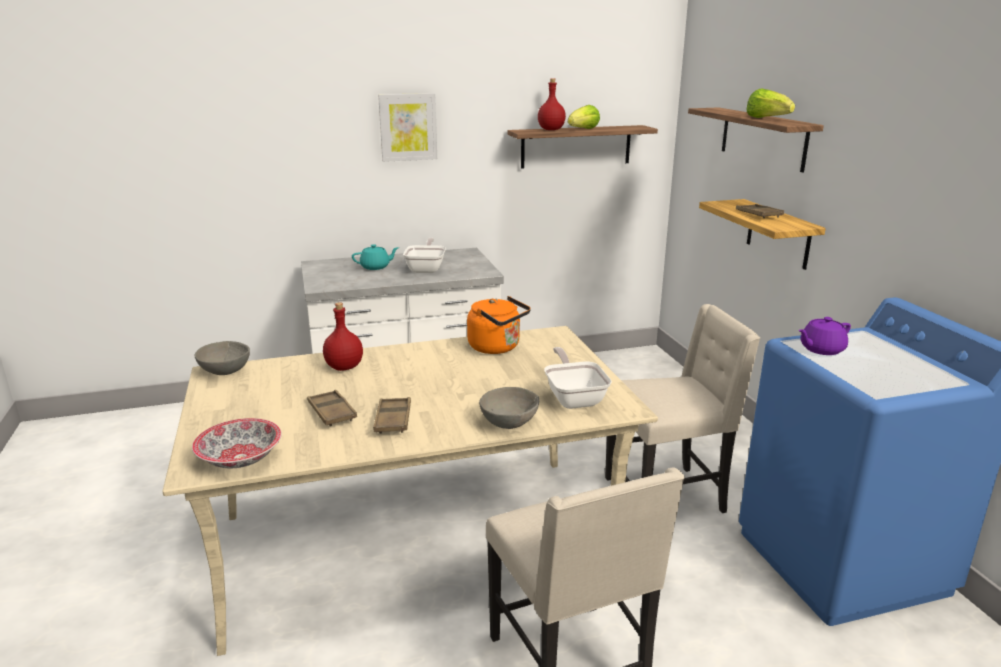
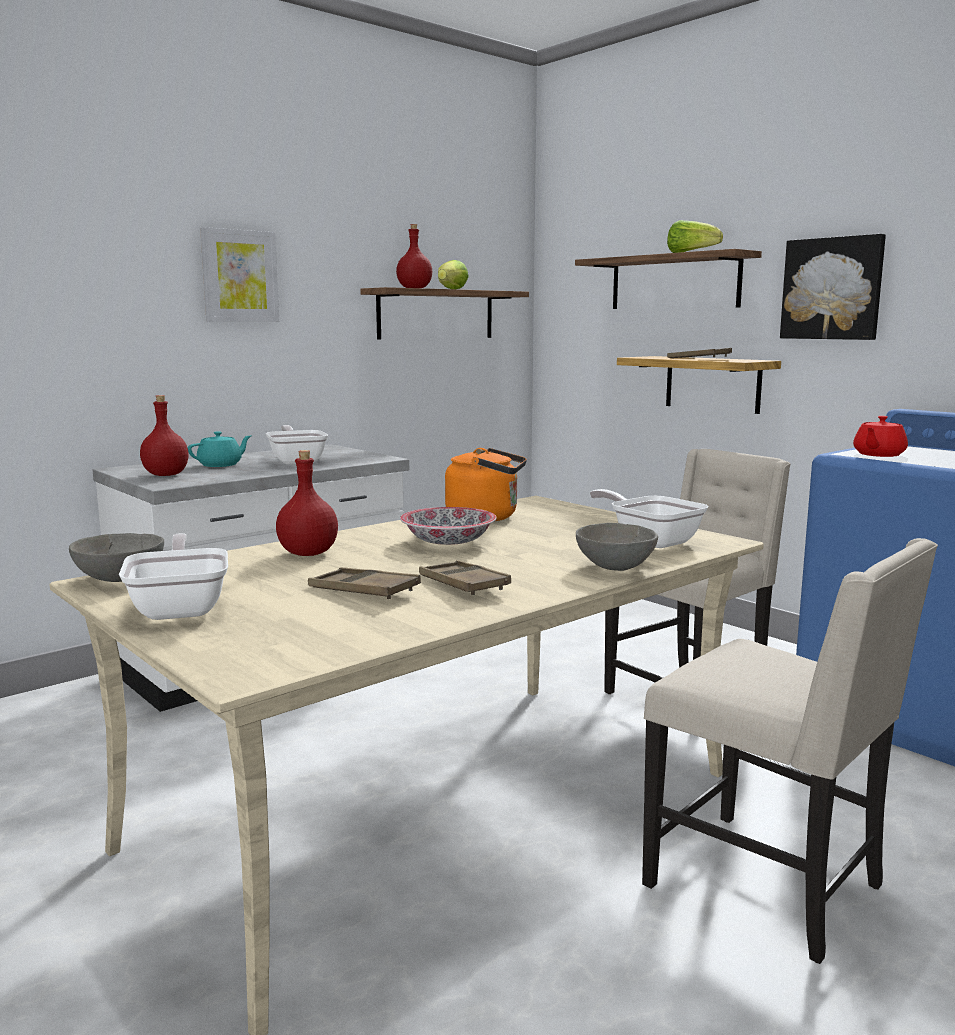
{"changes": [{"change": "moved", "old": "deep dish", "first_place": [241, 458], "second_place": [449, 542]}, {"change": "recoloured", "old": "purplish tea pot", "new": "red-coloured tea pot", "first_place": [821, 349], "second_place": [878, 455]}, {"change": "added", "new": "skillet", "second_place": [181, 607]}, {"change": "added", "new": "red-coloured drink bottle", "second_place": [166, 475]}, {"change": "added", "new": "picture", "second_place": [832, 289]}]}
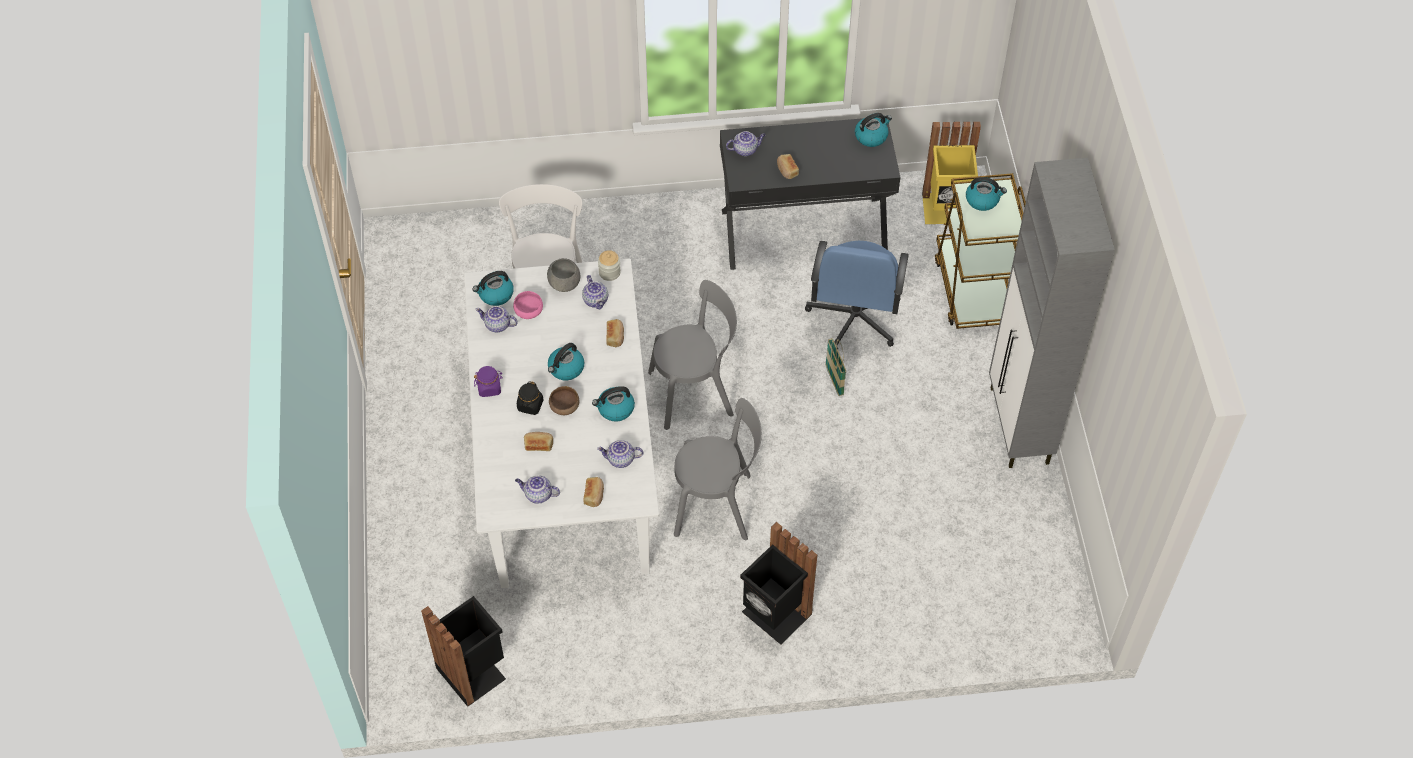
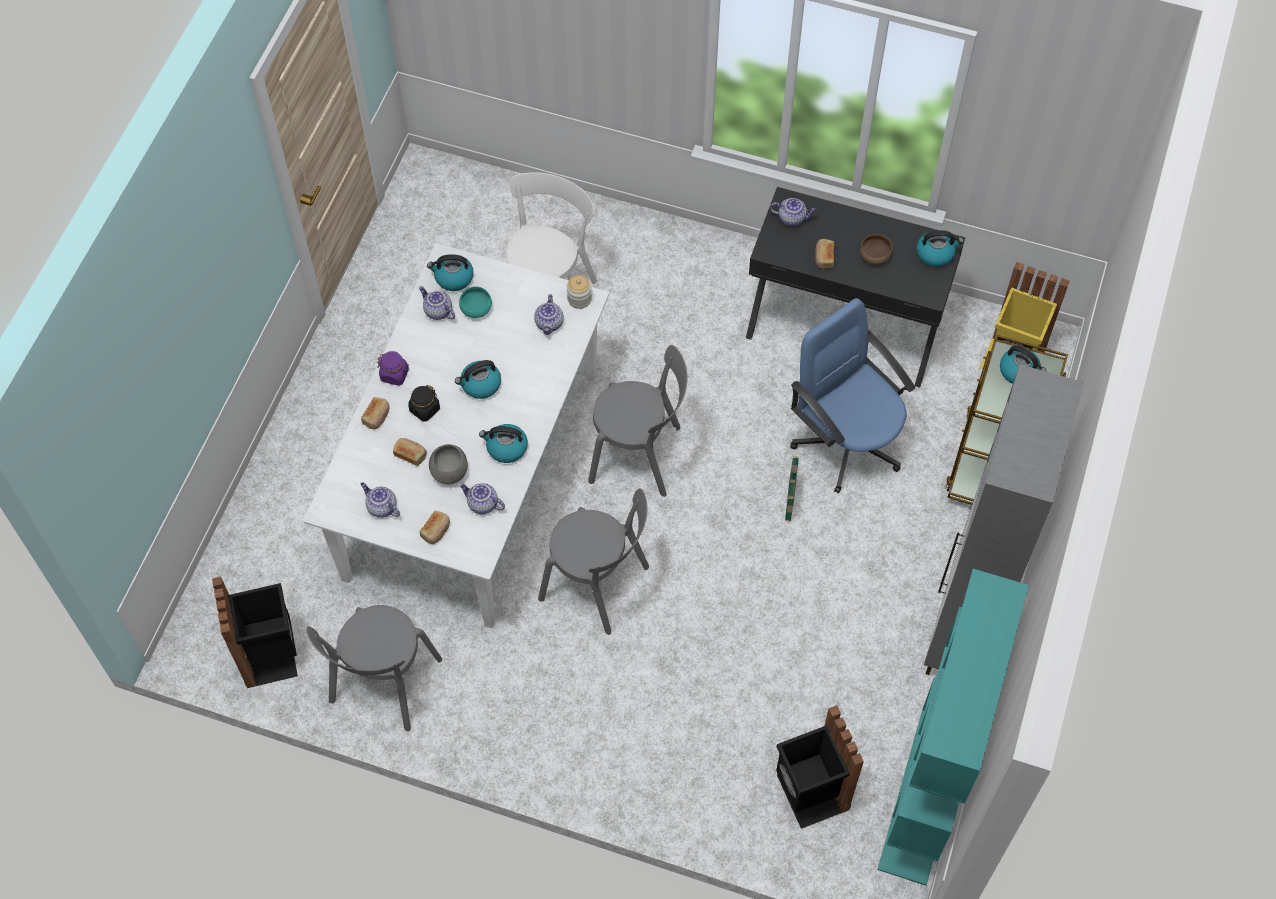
{"changes": [{"change": "recoloured", "old": "pinkish deep dish", "new": "turquoise-coloured deep dish", "first_place": [529, 312], "second_place": [477, 309]}, {"change": "moved", "old": "greyish deep dish", "first_place": [565, 283], "second_place": [450, 472]}, {"change": "moved", "old": "brown deep dish", "first_place": [565, 407], "second_place": [874, 257]}, {"change": "moved", "old": "baked bread", "first_place": [615, 336], "second_place": [377, 417]}, {"change": "moved", "old": "black rubbish bin", "first_place": [774, 615], "second_place": [809, 793]}, {"change": "turned", "old": "blue-coloured office chair", "first_place": [854, 318], "second_place": [847, 442], "degrees": 105}, {"change": "added", "new": "greyish chair", "second_place": [383, 685]}, {"change": "added", "new": "turquoise-coloured shelving unit", "second_place": [925, 796]}]}
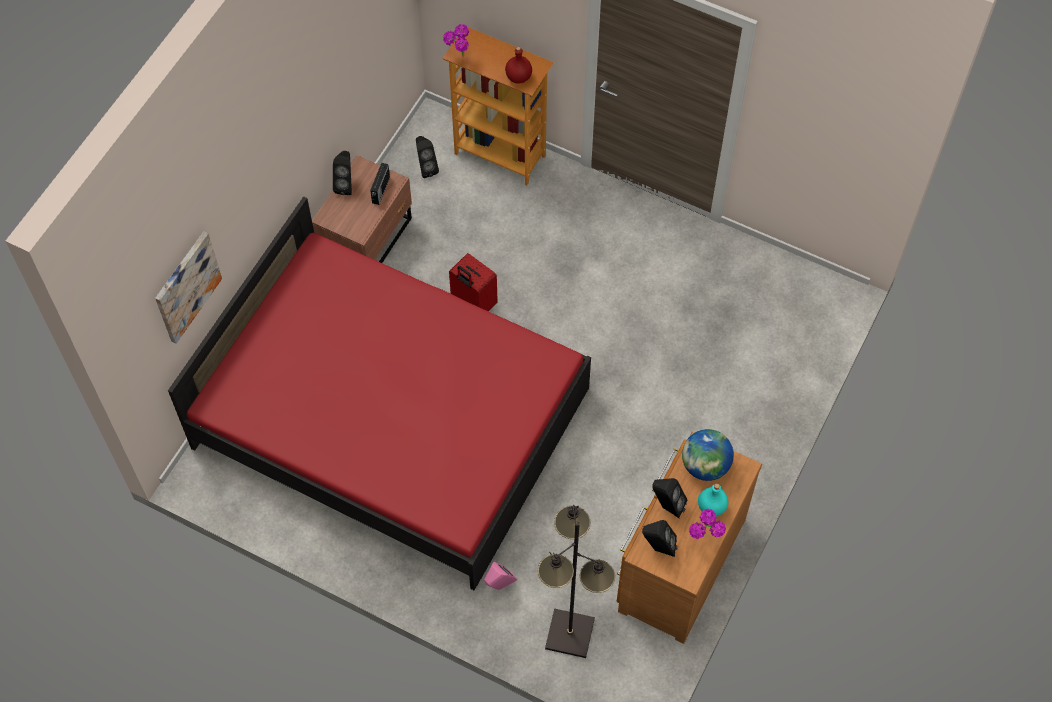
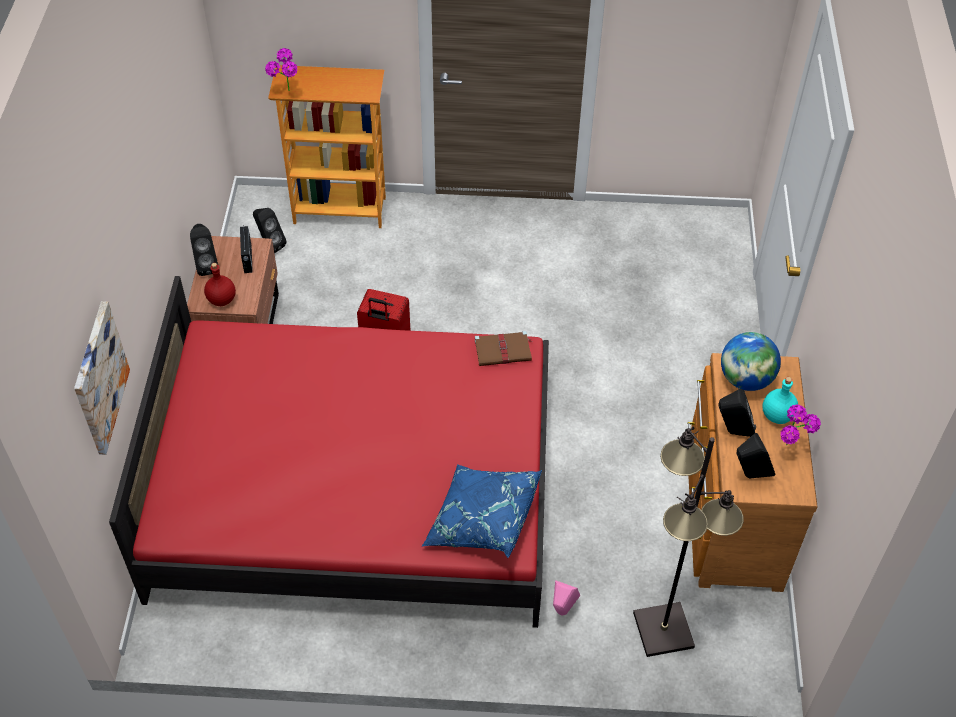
{"changes": [{"change": "moved", "old": "red-coloured drink bottle", "first_place": [518, 77], "second_place": [221, 300]}, {"change": "added", "new": "blue-coloured pillow", "second_place": [481, 521]}, {"change": "added", "new": "brown book", "second_place": [504, 350]}]}
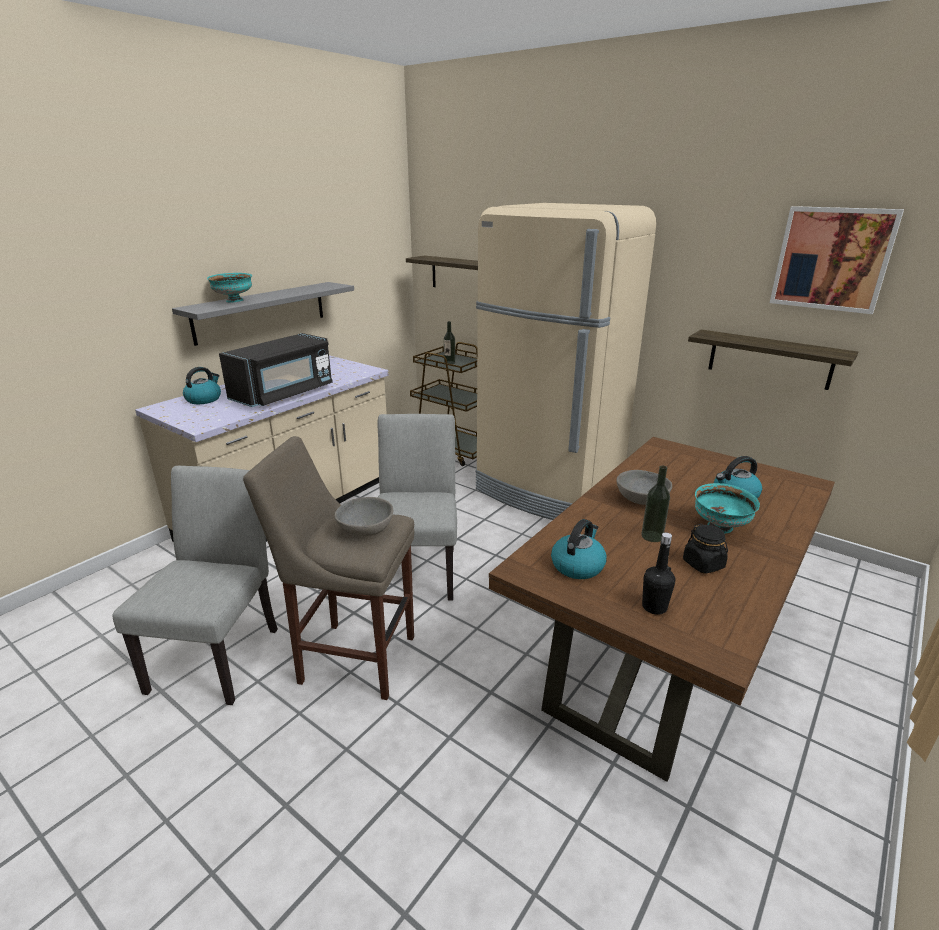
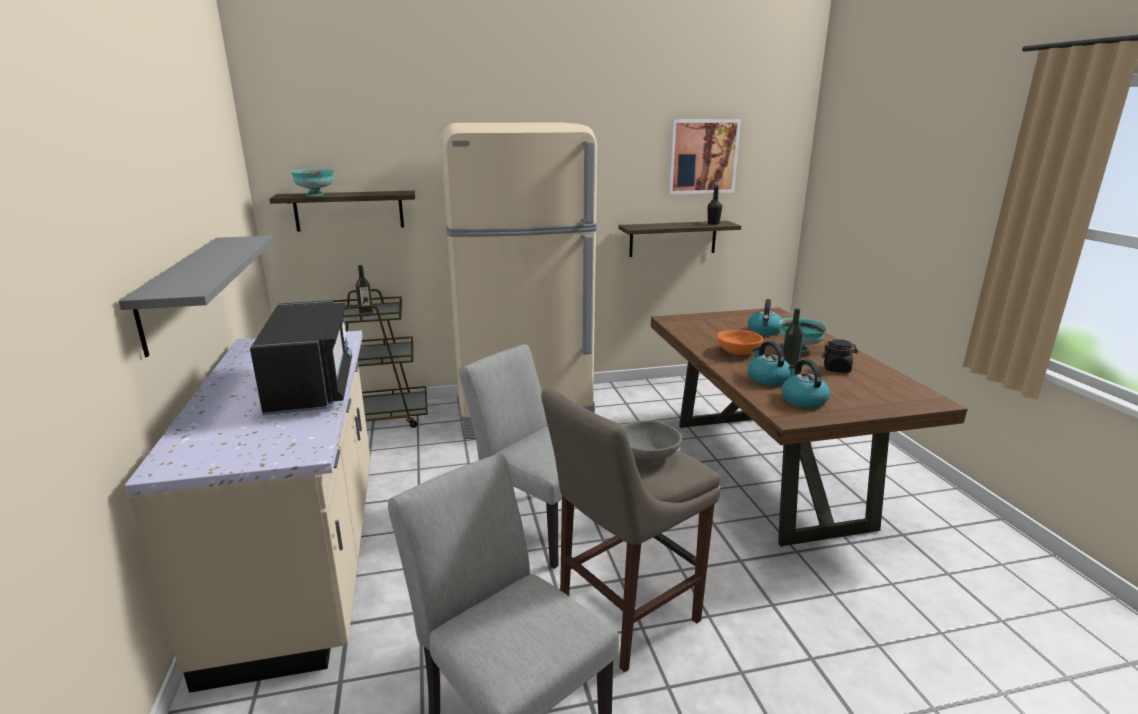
{"changes": [{"change": "moved", "old": "tea kettle", "first_place": [204, 399], "second_place": [767, 379]}, {"change": "moved", "old": "turquoise-coloured deep dish", "first_place": [234, 301], "second_place": [316, 195]}, {"change": "recoloured", "old": "greyish deep dish", "new": "orange deep dish", "first_place": [642, 499], "second_place": [738, 352]}, {"change": "moved", "old": "black drink bottle", "first_place": [654, 607], "second_place": [713, 223]}]}
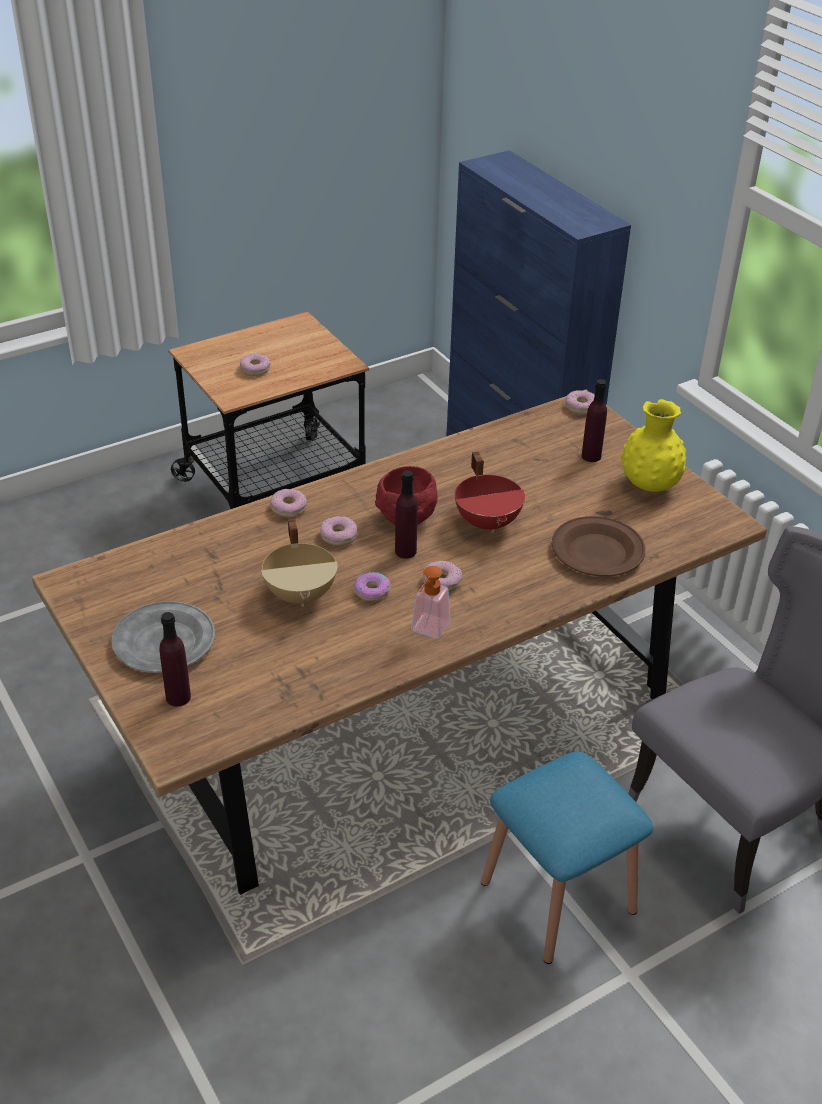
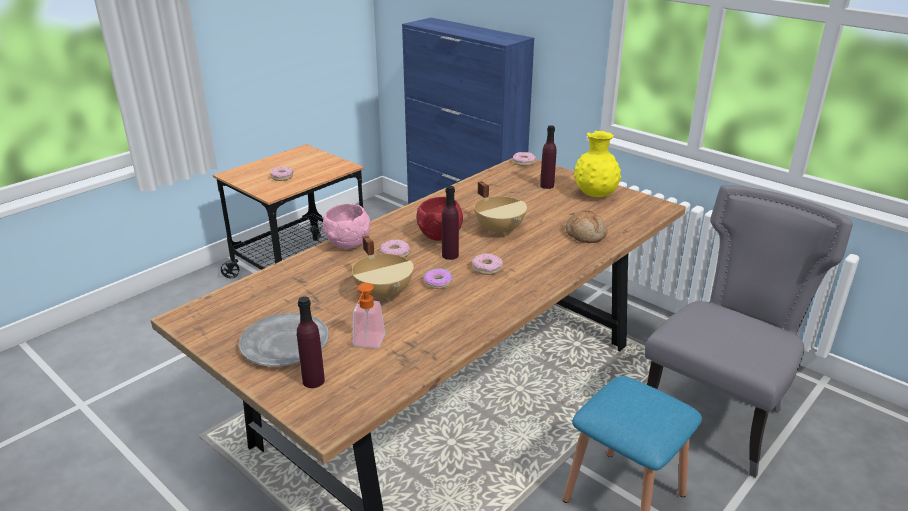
{"changes": [{"change": "replaced", "old": "doughnut", "new": "pinkish deep dish", "first_place": [288, 508], "second_place": [348, 243]}, {"change": "moved", "old": "soap dispenser", "first_place": [427, 631], "second_place": [367, 344]}, {"change": "recoloured", "old": "red-coloured saucepot", "new": "beige-coloured saucepot", "first_place": [488, 522], "second_place": [500, 230]}, {"change": "replaced", "old": "brown flat dish", "new": "baked bread", "first_place": [598, 551], "second_place": [586, 234]}]}
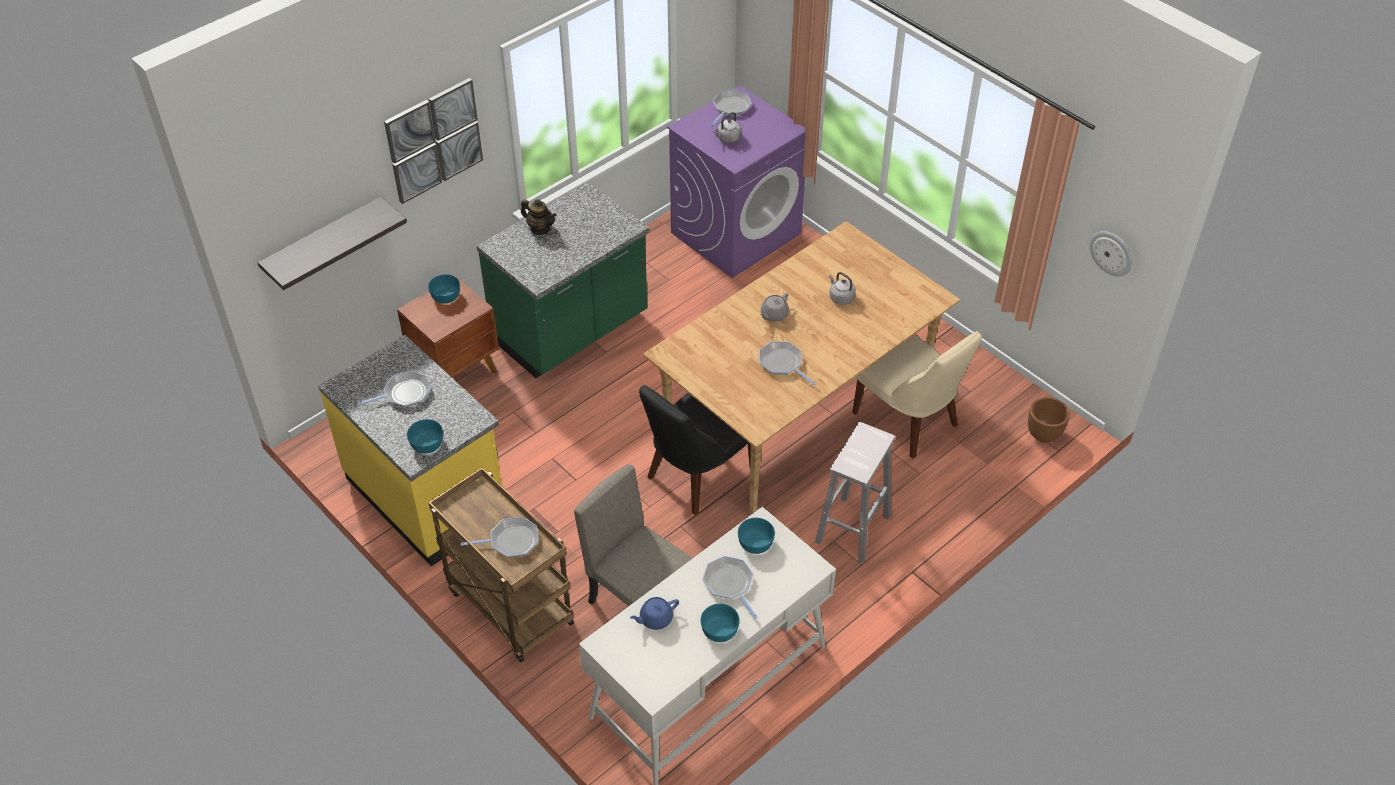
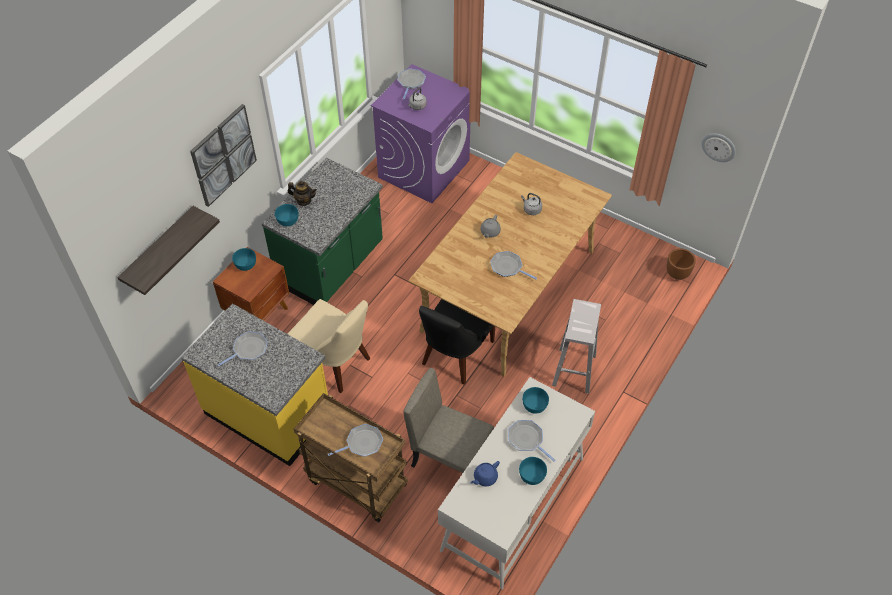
{"changes": [{"change": "moved", "old": "turquoise-coloured deep dish", "first_place": [427, 444], "second_place": [288, 220]}, {"change": "moved", "old": "beige-coloured chair", "first_place": [909, 421], "second_place": [334, 363]}]}
